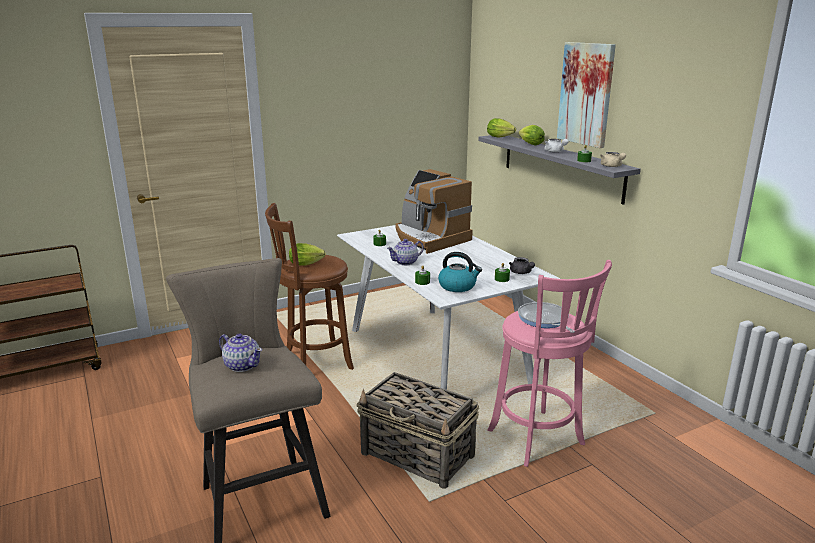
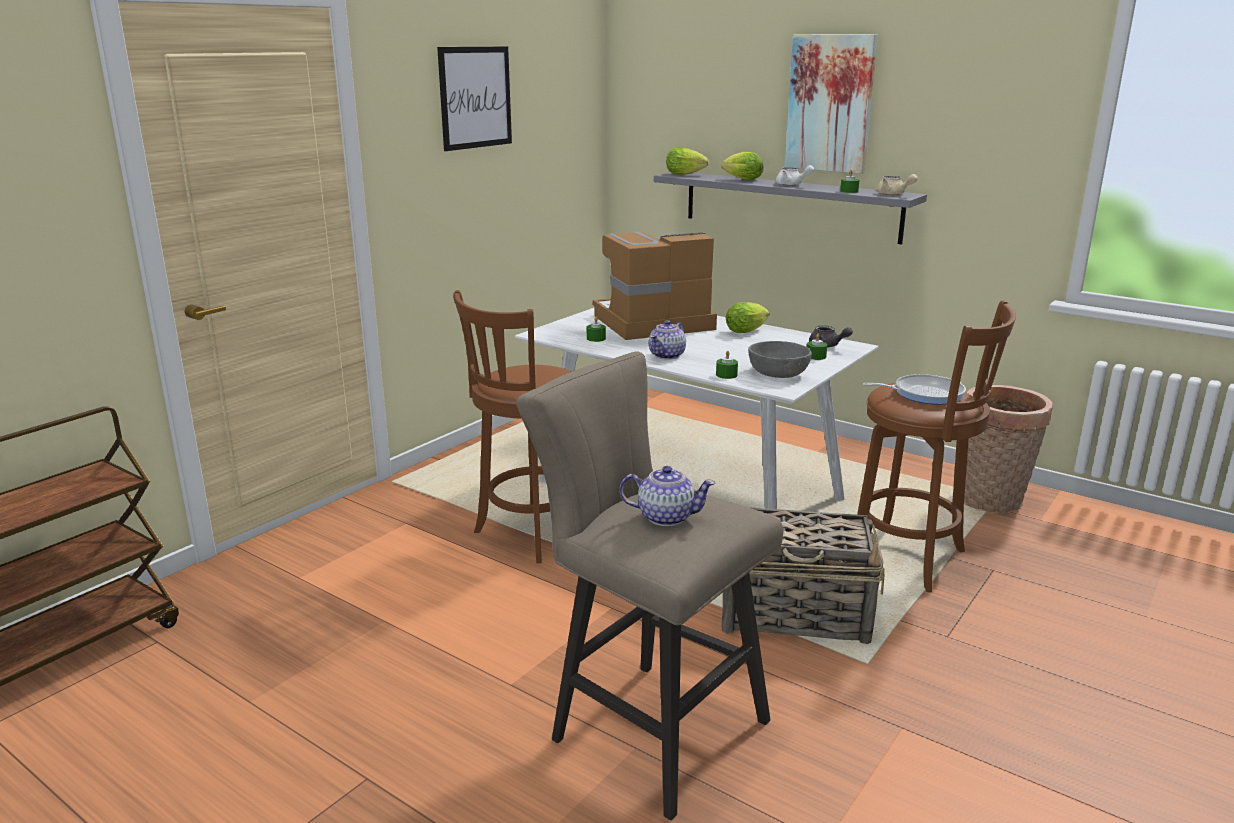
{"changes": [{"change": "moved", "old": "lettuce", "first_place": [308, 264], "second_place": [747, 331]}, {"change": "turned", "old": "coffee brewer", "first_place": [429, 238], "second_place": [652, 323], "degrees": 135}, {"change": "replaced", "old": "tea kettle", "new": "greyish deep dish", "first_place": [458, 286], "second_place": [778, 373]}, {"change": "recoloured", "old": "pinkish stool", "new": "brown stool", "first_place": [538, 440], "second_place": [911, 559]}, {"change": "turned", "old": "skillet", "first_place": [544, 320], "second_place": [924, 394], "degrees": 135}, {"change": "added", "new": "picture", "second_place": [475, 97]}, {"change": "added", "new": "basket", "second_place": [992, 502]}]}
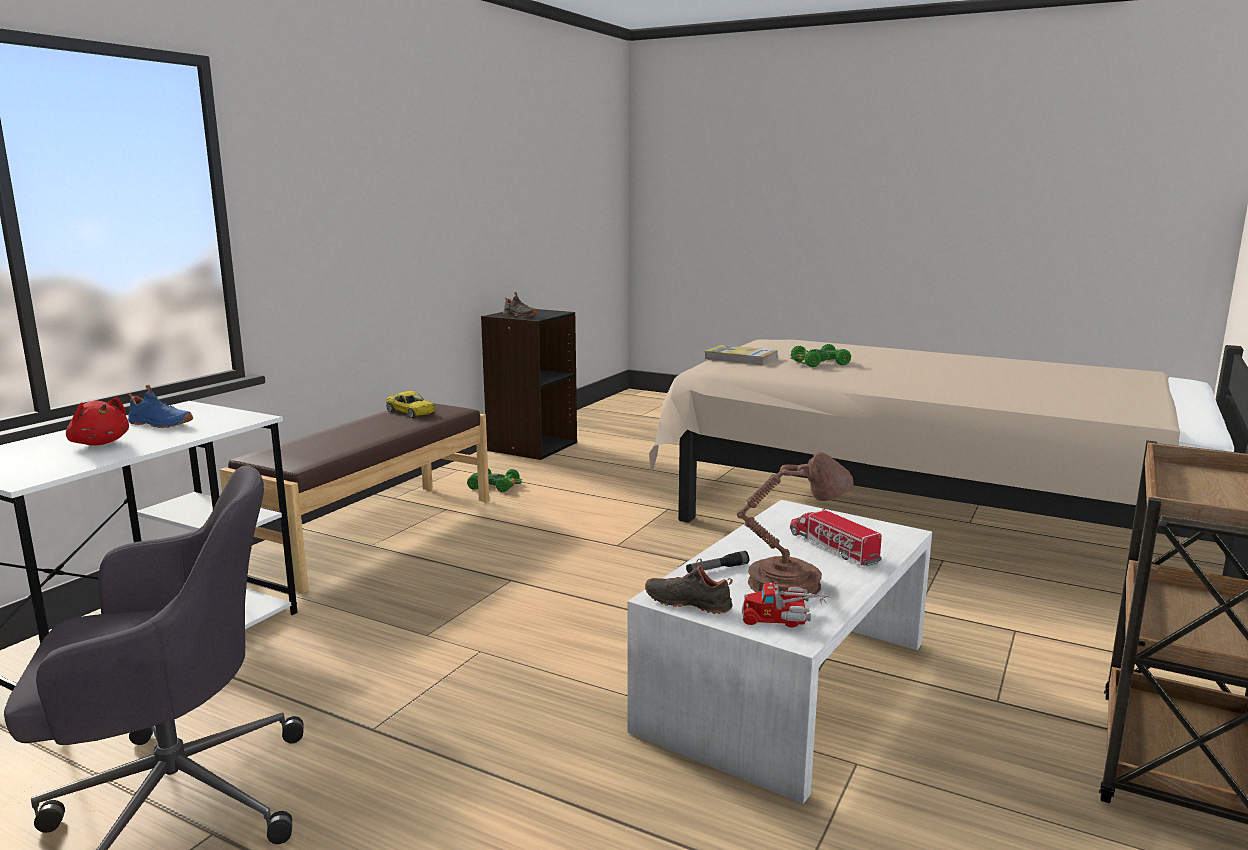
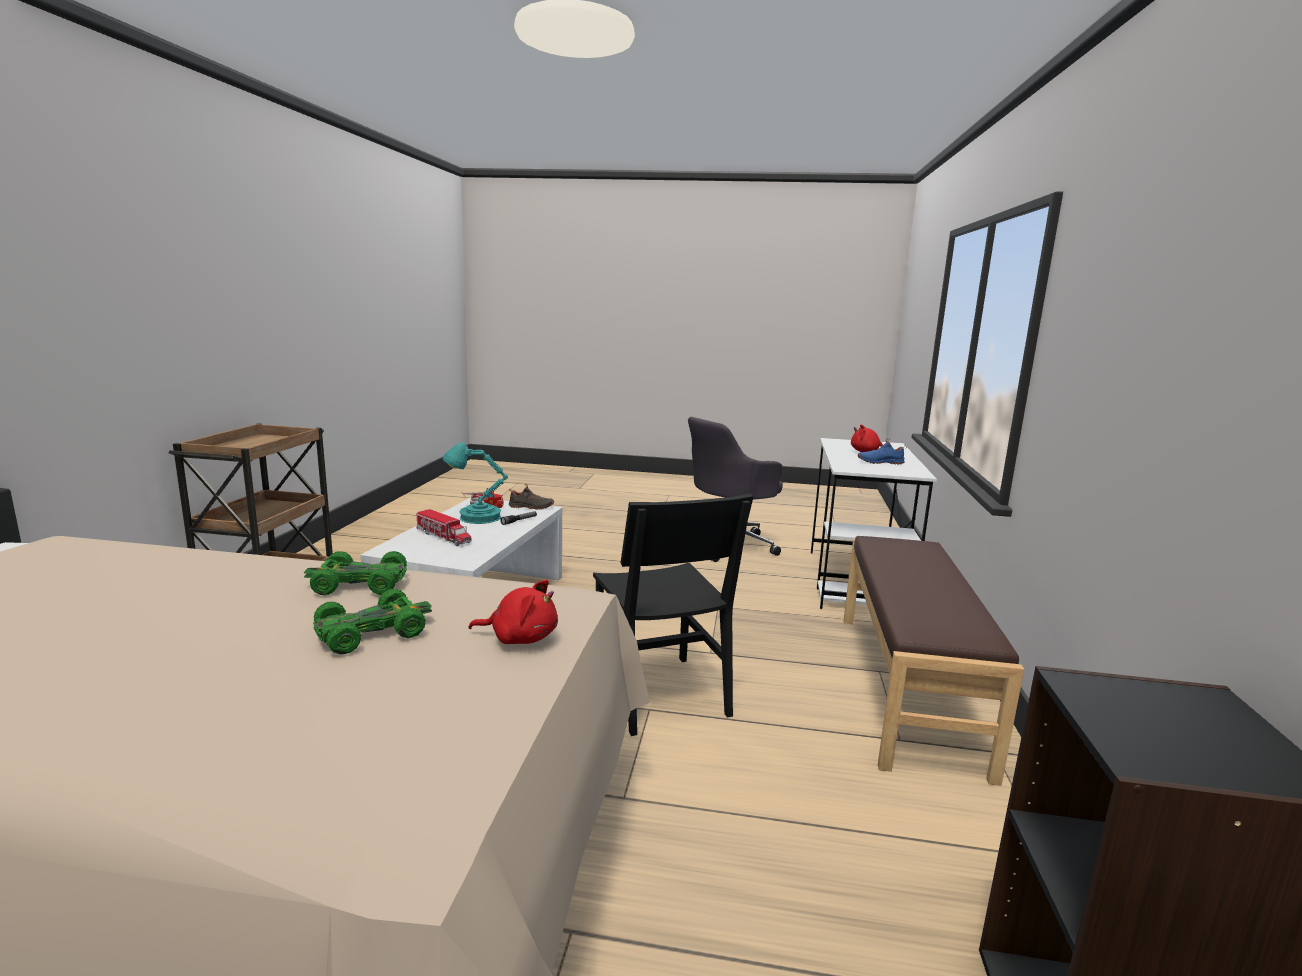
{"changes": [{"change": "removed", "old": "yellow miniature car", "first_place": [410, 412]}, {"change": "moved", "old": "green miniature car", "first_place": [494, 486], "second_place": [359, 584]}, {"change": "removed", "old": "black low shoe", "first_place": [519, 316]}, {"change": "replaced", "old": "book", "new": "red-coloured soft toy", "first_place": [741, 359], "second_place": [520, 638]}, {"change": "recoloured", "old": "brown table lamp", "new": "turquoise-coloured table lamp", "first_place": [791, 584], "second_place": [476, 517]}, {"change": "added", "new": "black chair", "second_place": [659, 693]}]}
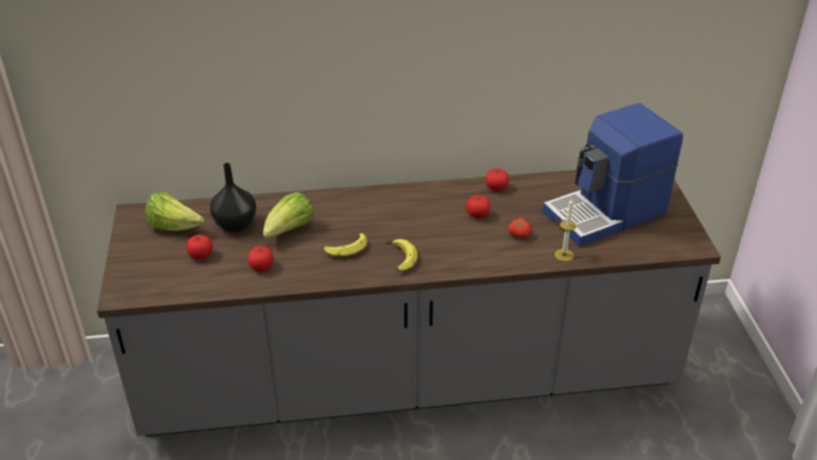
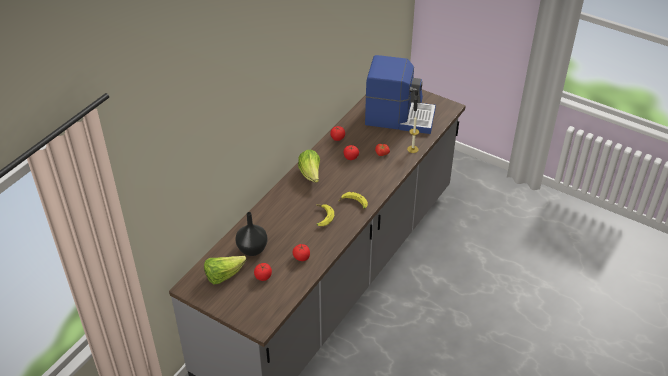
{"changes": [{"change": "moved", "old": "lettuce", "first_place": [289, 230], "second_place": [310, 174]}, {"change": "turned", "old": "coffee brewer", "first_place": [606, 213], "second_place": [399, 117], "degrees": -90}]}
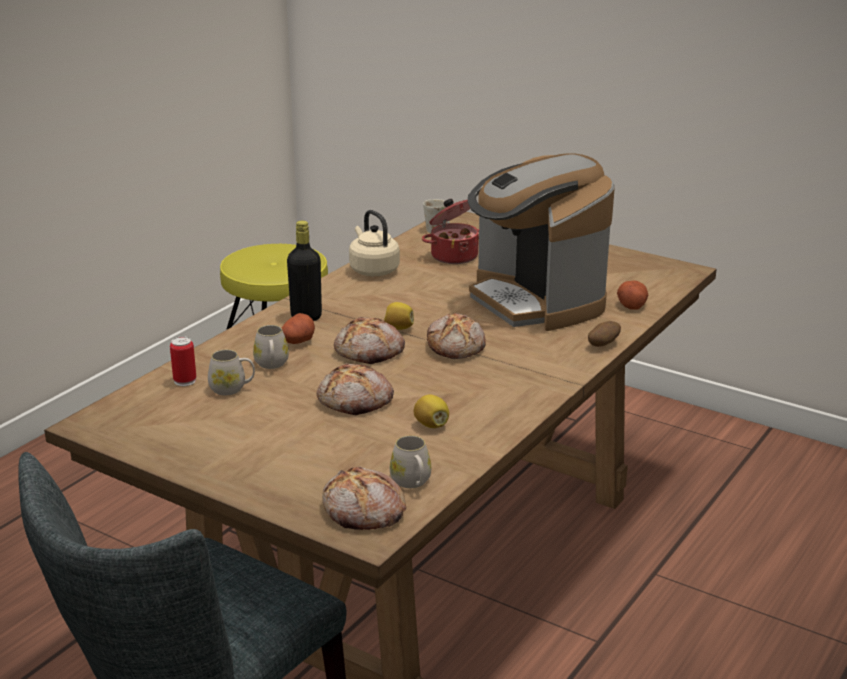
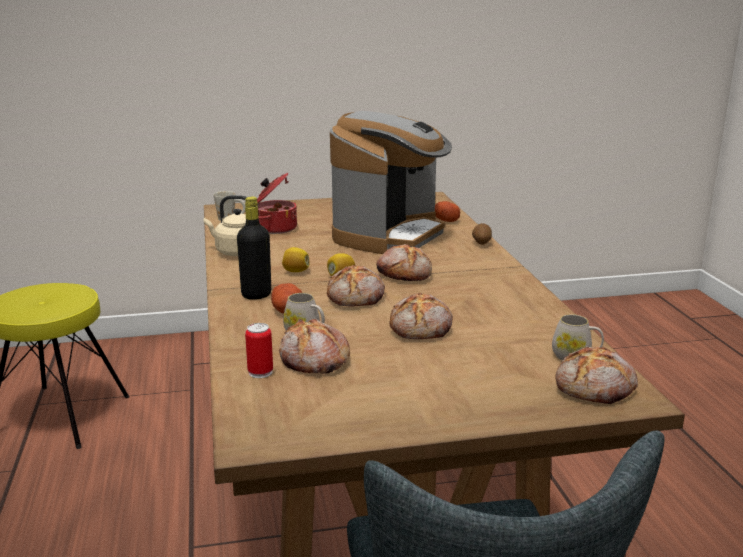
{"changes": [{"change": "replaced", "old": "whitish coffee mug", "new": "baked bread", "first_place": [232, 388], "second_place": [313, 360]}, {"change": "moved", "old": "whole lemon", "first_place": [431, 425], "second_place": [296, 271]}, {"change": "turned", "old": "coffee brewer", "first_place": [536, 301], "second_place": [389, 235], "degrees": -75}]}
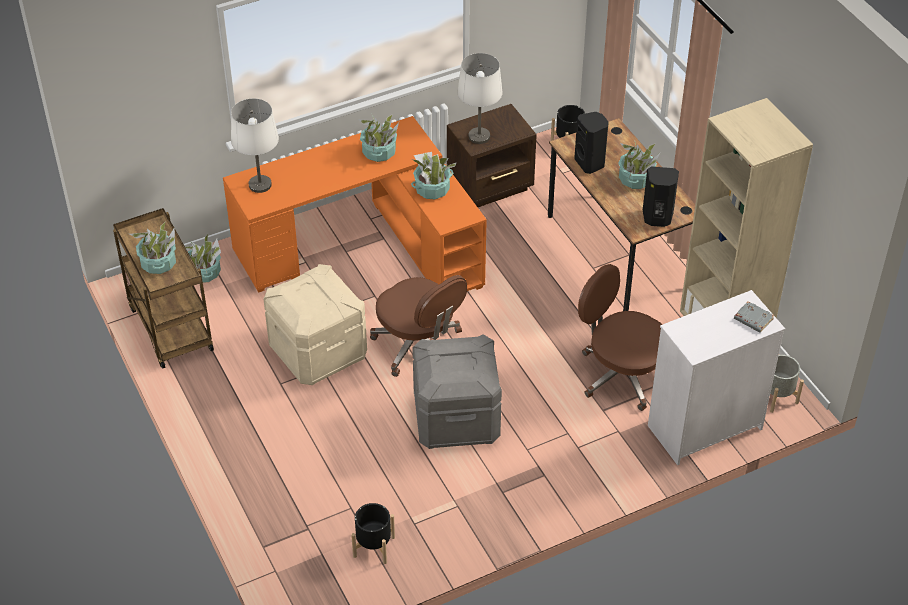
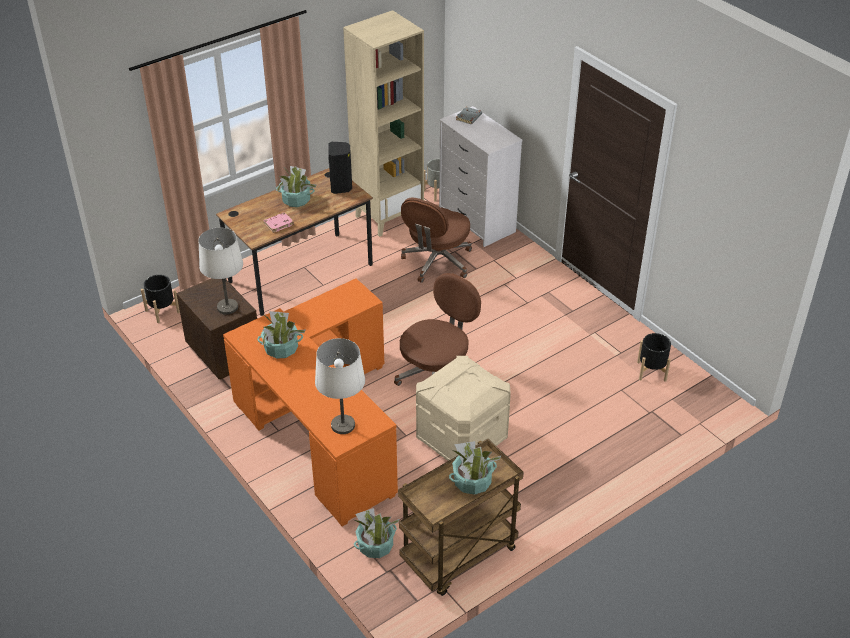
{"changes": [{"change": "removed", "old": "houseplant", "first_place": [432, 189]}, {"change": "removed", "old": "greyish storage bin", "first_place": [456, 420]}, {"change": "replaced", "old": "black audio speaker", "new": "pinkish book", "first_place": [590, 163], "second_place": [279, 224]}]}
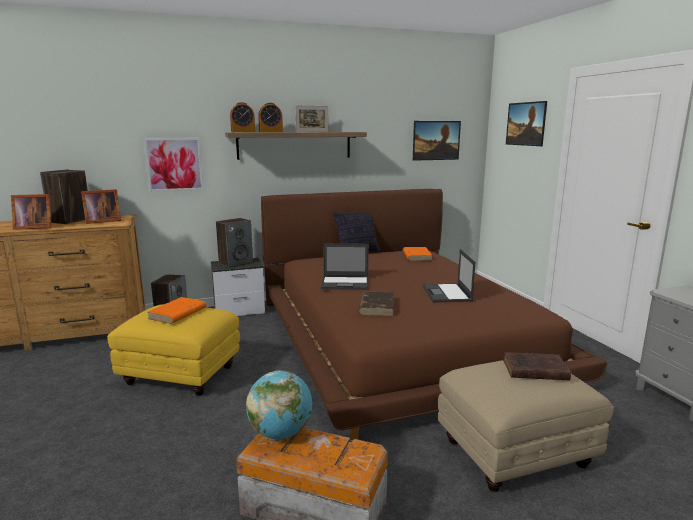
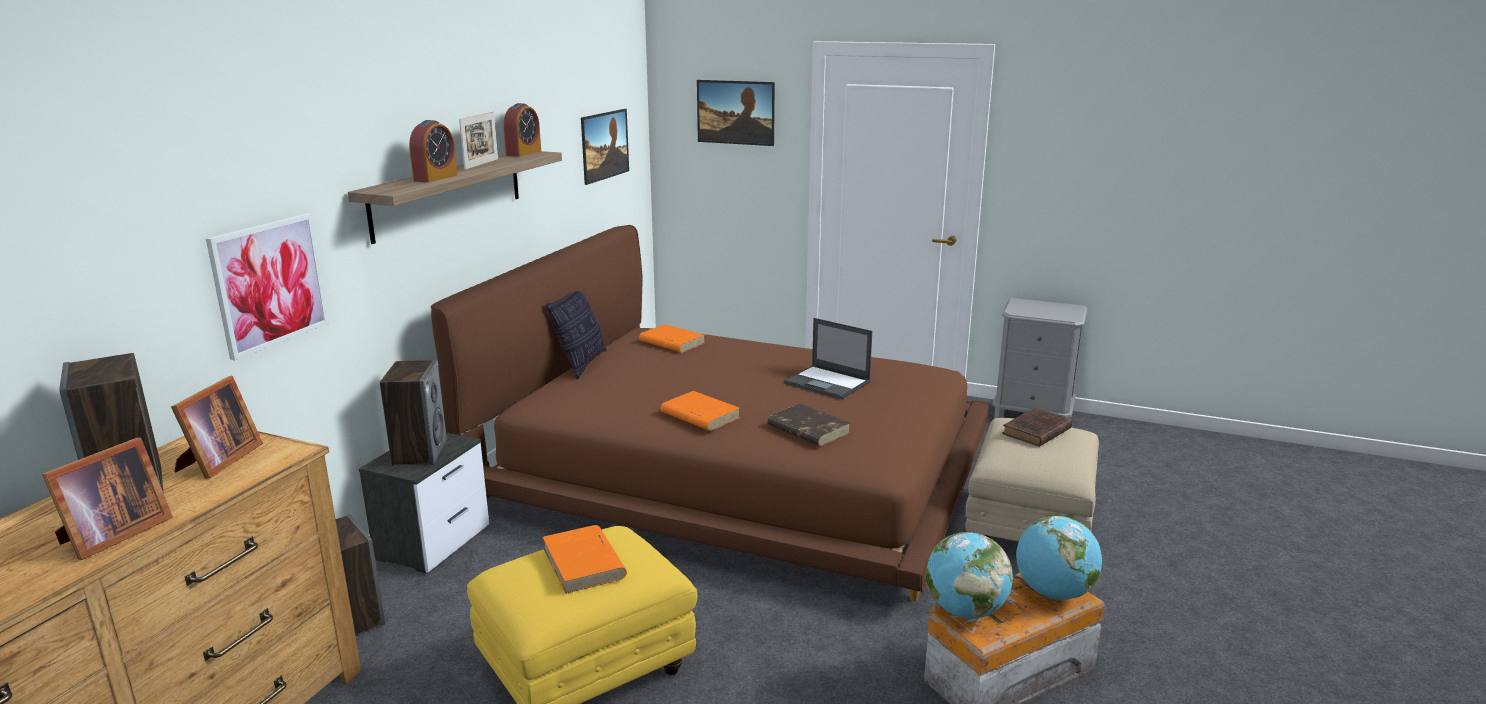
{"changes": [{"change": "moved", "old": "bedside clock", "first_place": [243, 132], "second_place": [523, 153]}, {"change": "replaced", "old": "portable computer", "new": "orange book", "first_place": [346, 283], "second_place": [699, 415]}, {"change": "added", "new": "desk globe", "second_place": [1053, 593]}]}
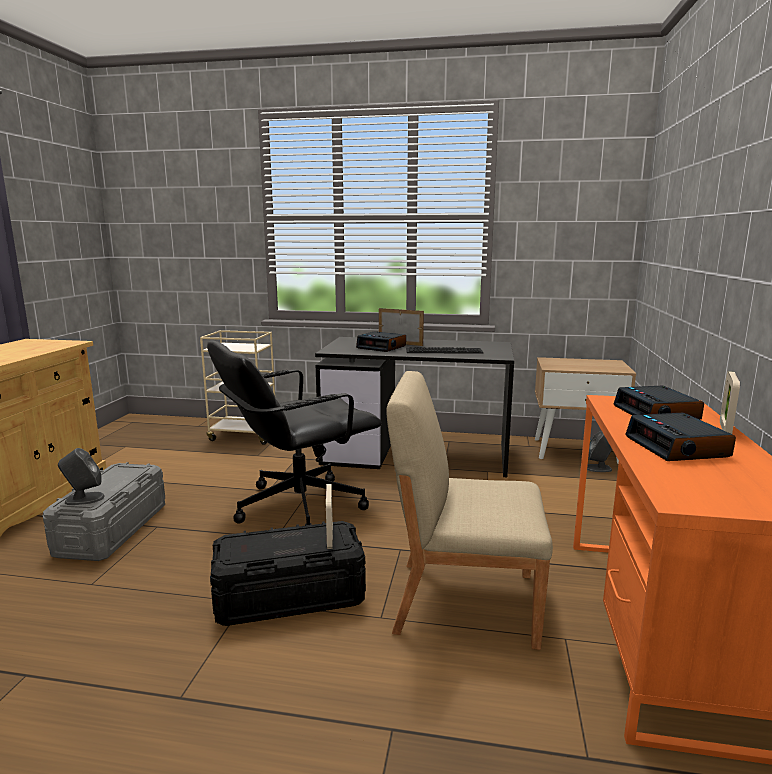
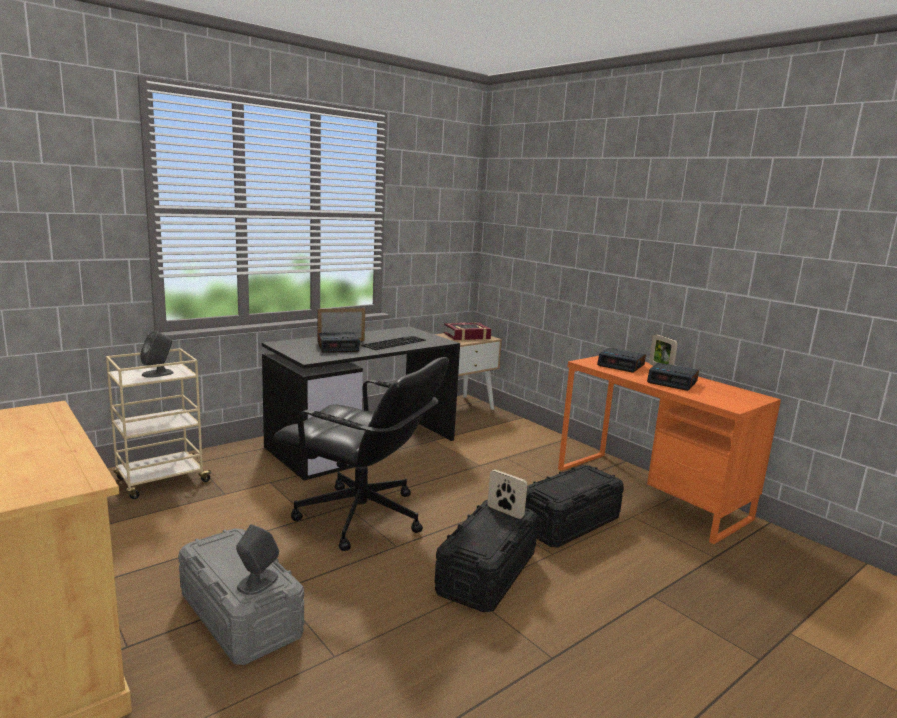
{"changes": [{"change": "turned", "old": "black office chair", "first_place": [298, 506], "second_place": [361, 518], "degrees": -75}, {"change": "replaced", "old": "beige-coloured chair", "new": "black storage bin", "first_place": [463, 601], "second_place": [568, 523]}, {"change": "moved", "old": "greyish audio speaker", "first_place": [598, 468], "second_place": [158, 373]}, {"change": "added", "new": "book", "second_place": [467, 336]}]}
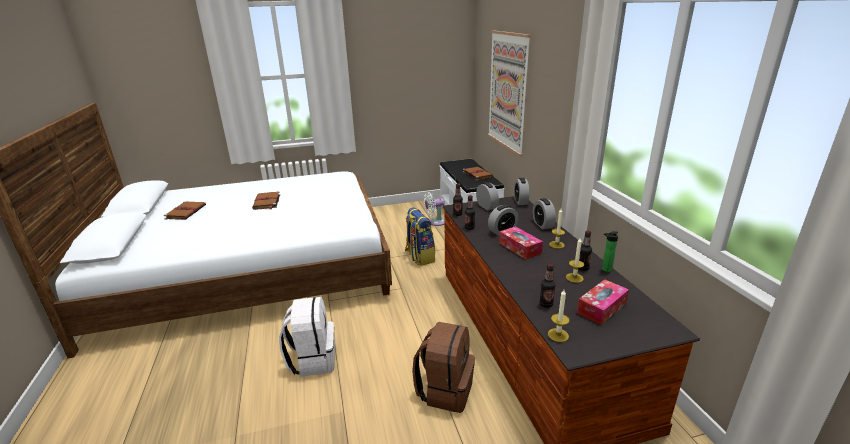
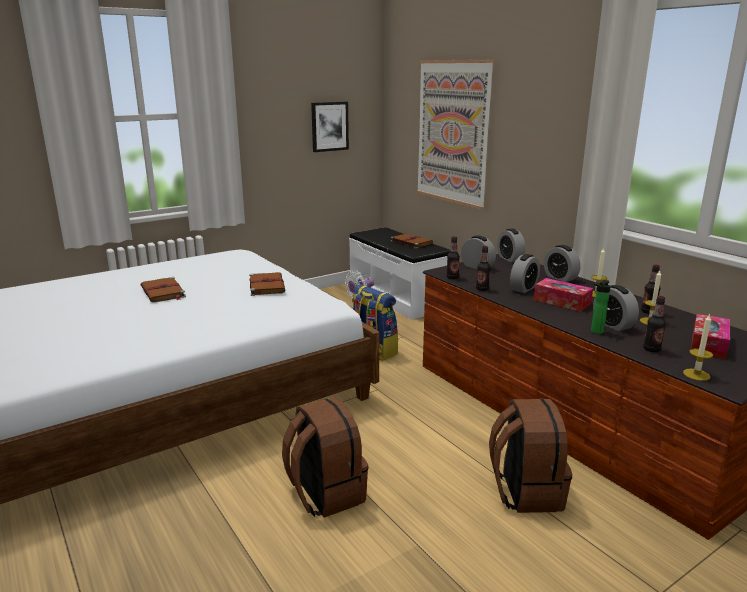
{"changes": [{"change": "moved", "old": "brown book", "first_place": [186, 212], "second_place": [266, 285]}, {"change": "recoloured", "old": "whitish backpack", "new": "brown backpack", "first_place": [312, 359], "second_place": [325, 493]}, {"change": "moved", "old": "drink bottle", "first_place": [605, 270], "second_place": [595, 332]}, {"change": "added", "new": "picture", "second_place": [329, 126]}, {"change": "added", "new": "bedside clock", "second_place": [613, 325]}]}
